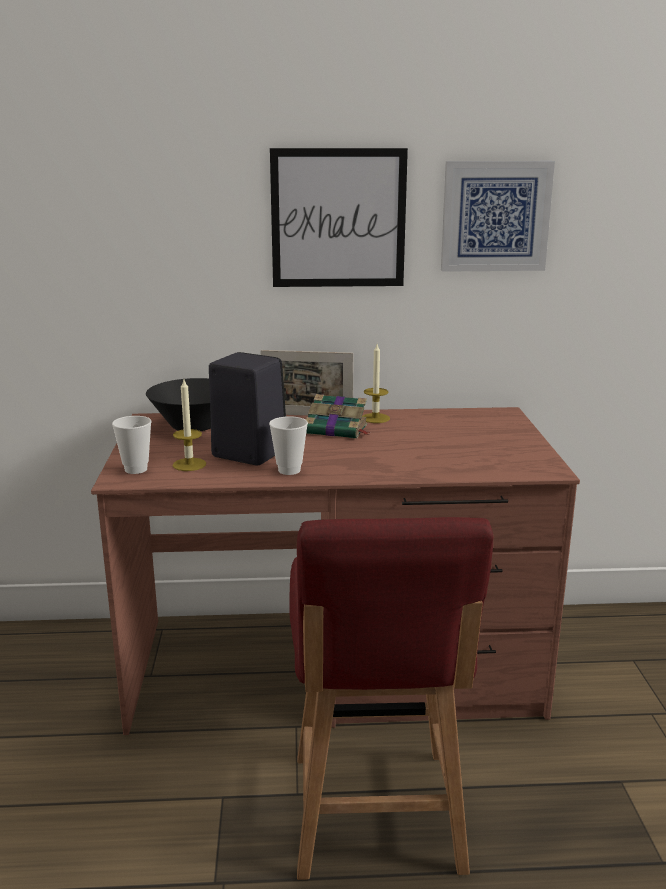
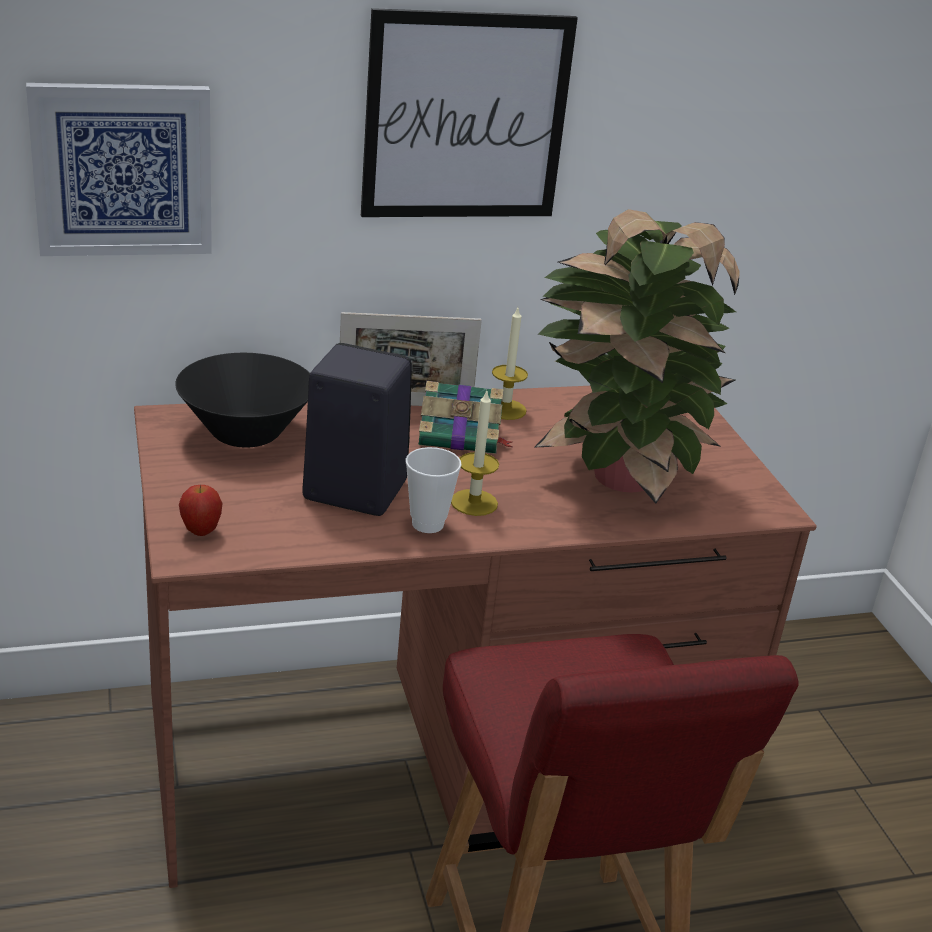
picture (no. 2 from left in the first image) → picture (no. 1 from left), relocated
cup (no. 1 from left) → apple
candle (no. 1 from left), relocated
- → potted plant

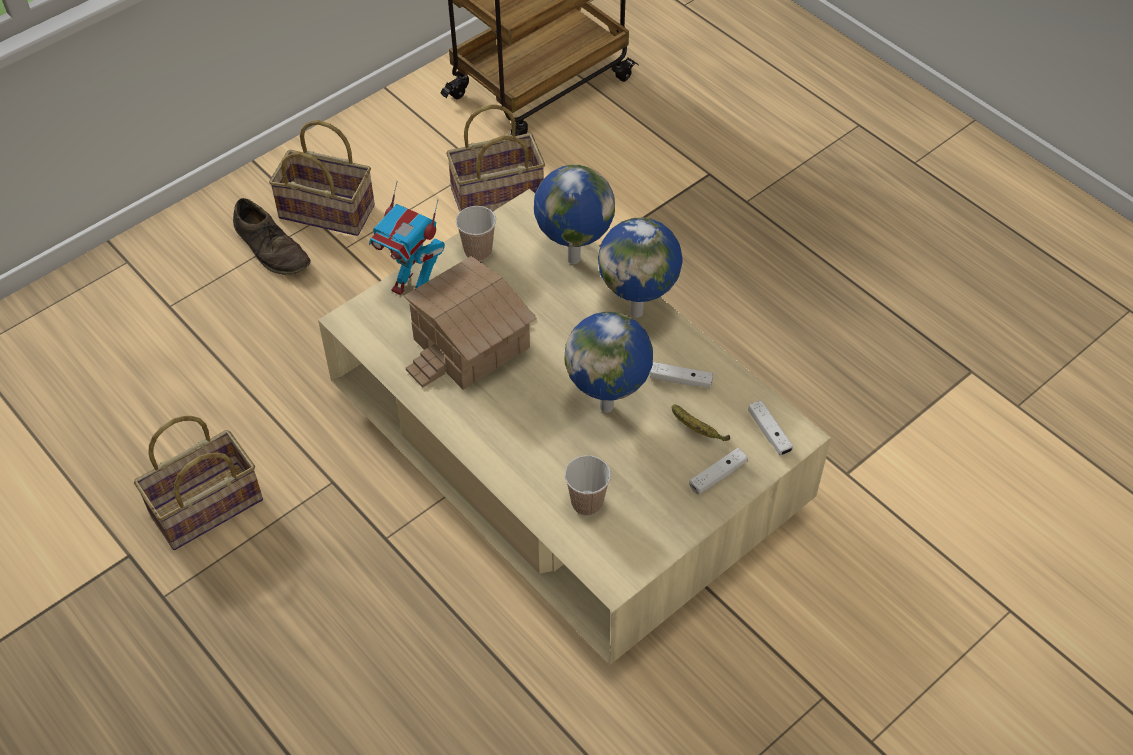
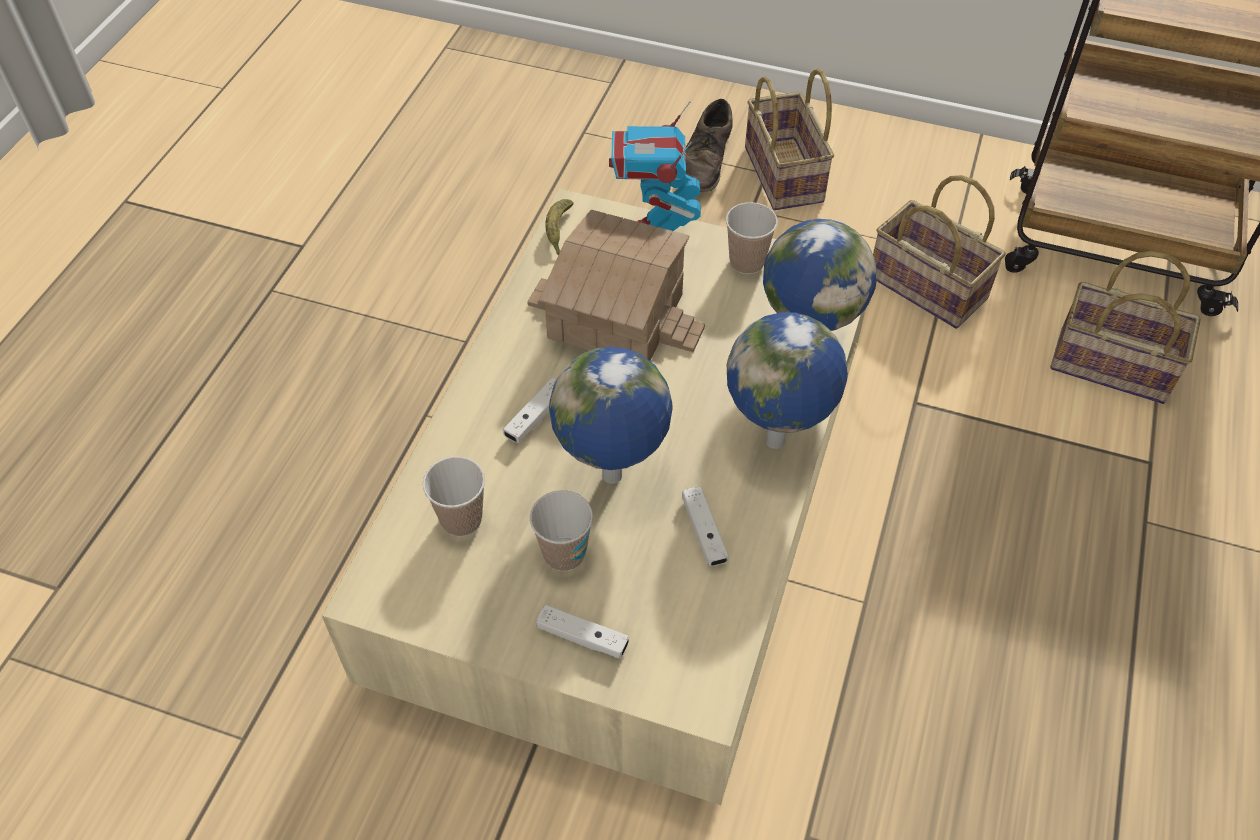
game controller (white) (no. 3 from left in the first image) → game controller (white) (no. 1 from left), relocated
- → cup (no. 2 from left)
banana, relocated
basket (no. 1 from left in the first image) → basket (no. 3 from left), relocated

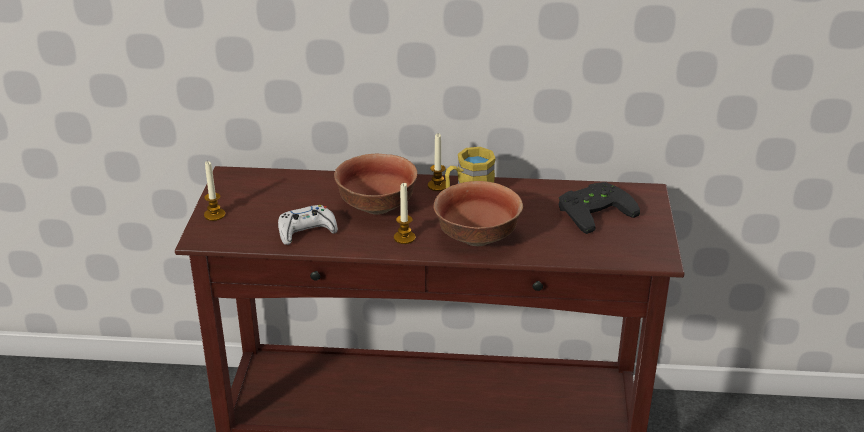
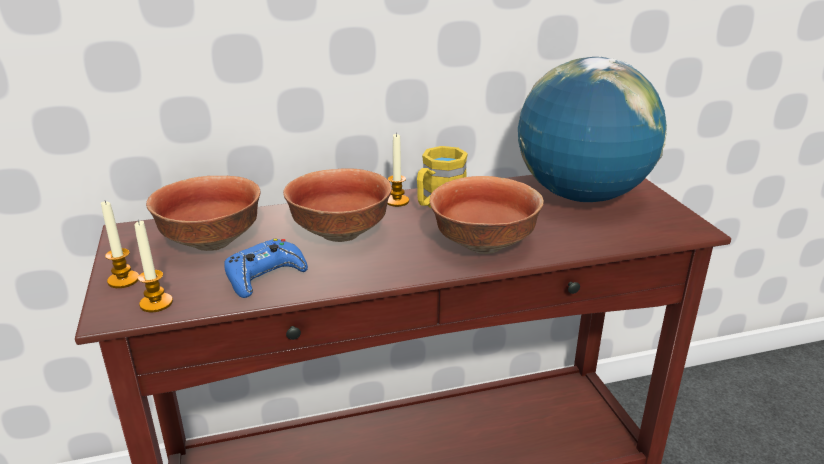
candle (no. 2 from left), relocated
- → bowl (no. 1 from left)
game controller (white) → game controller (blue)
game controller (black) → globe

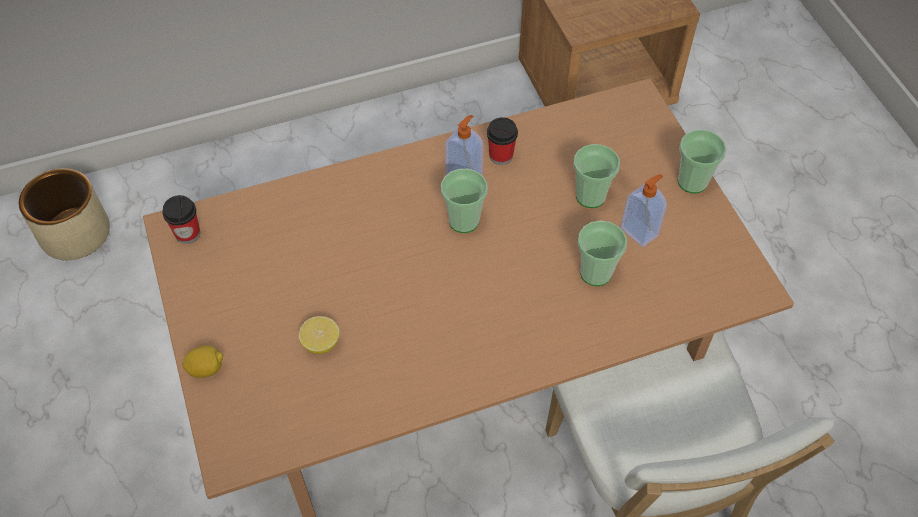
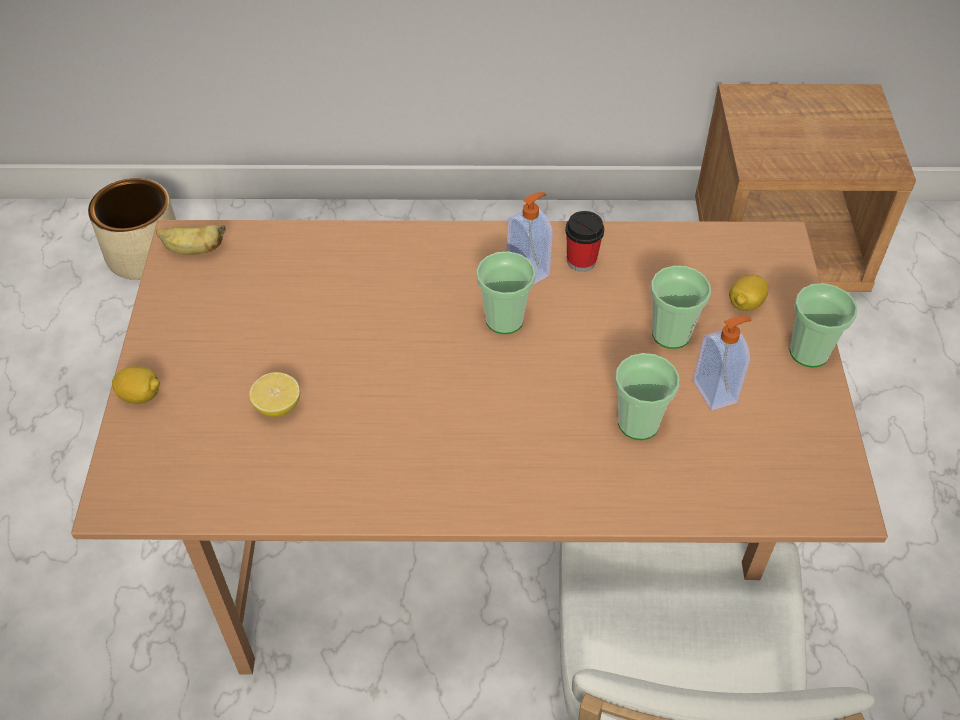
cup (no. 1 from left) → banana
- → lemon (no. 3 from left)

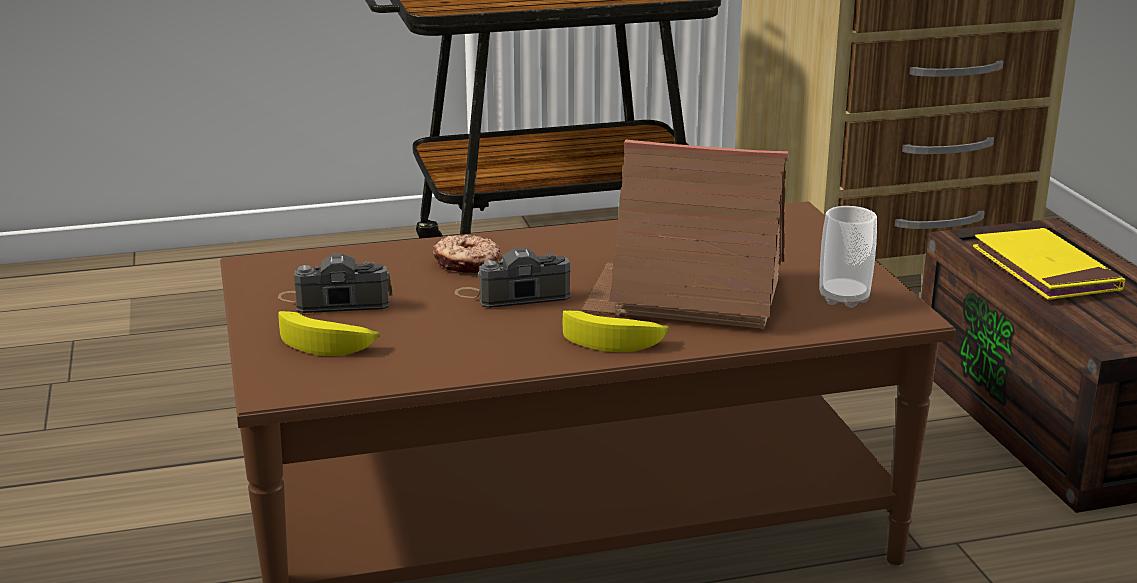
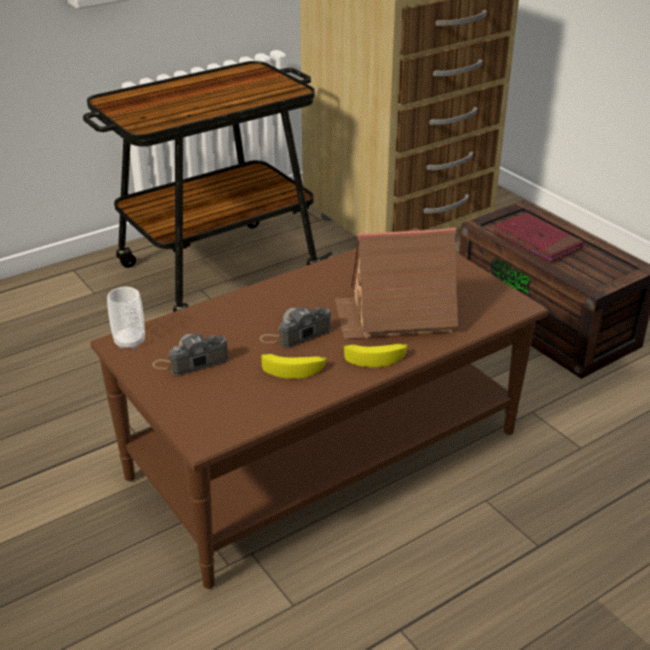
cup, relocated
banana (no. 1 from left), relocated
book (yellow) → book (red)
donut → -

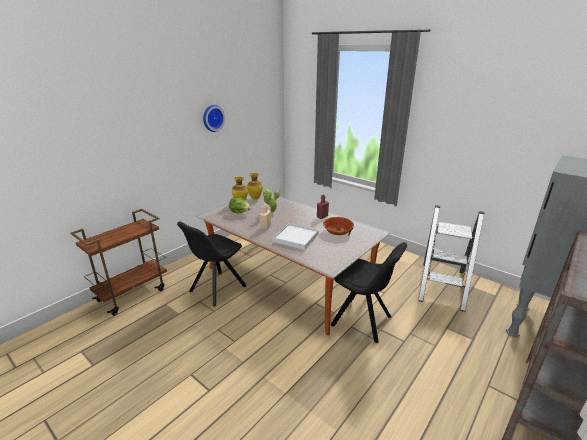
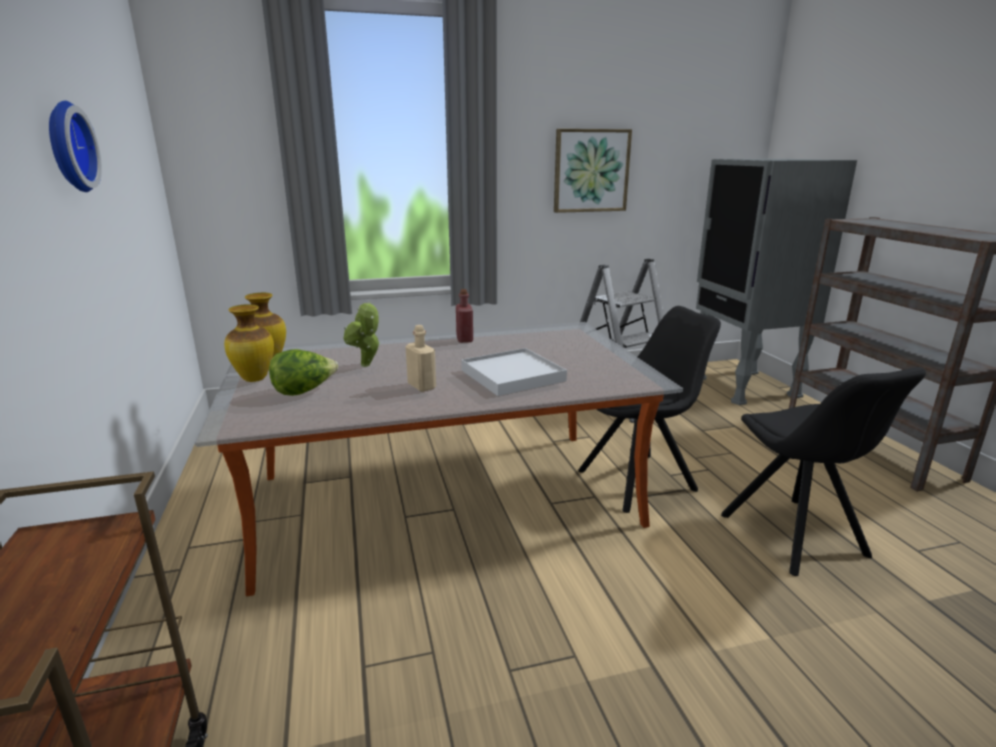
- → picture
chair (black) (no. 1 from left in the first image) → chair (black) (no. 2 from left), relocated
bowl → -

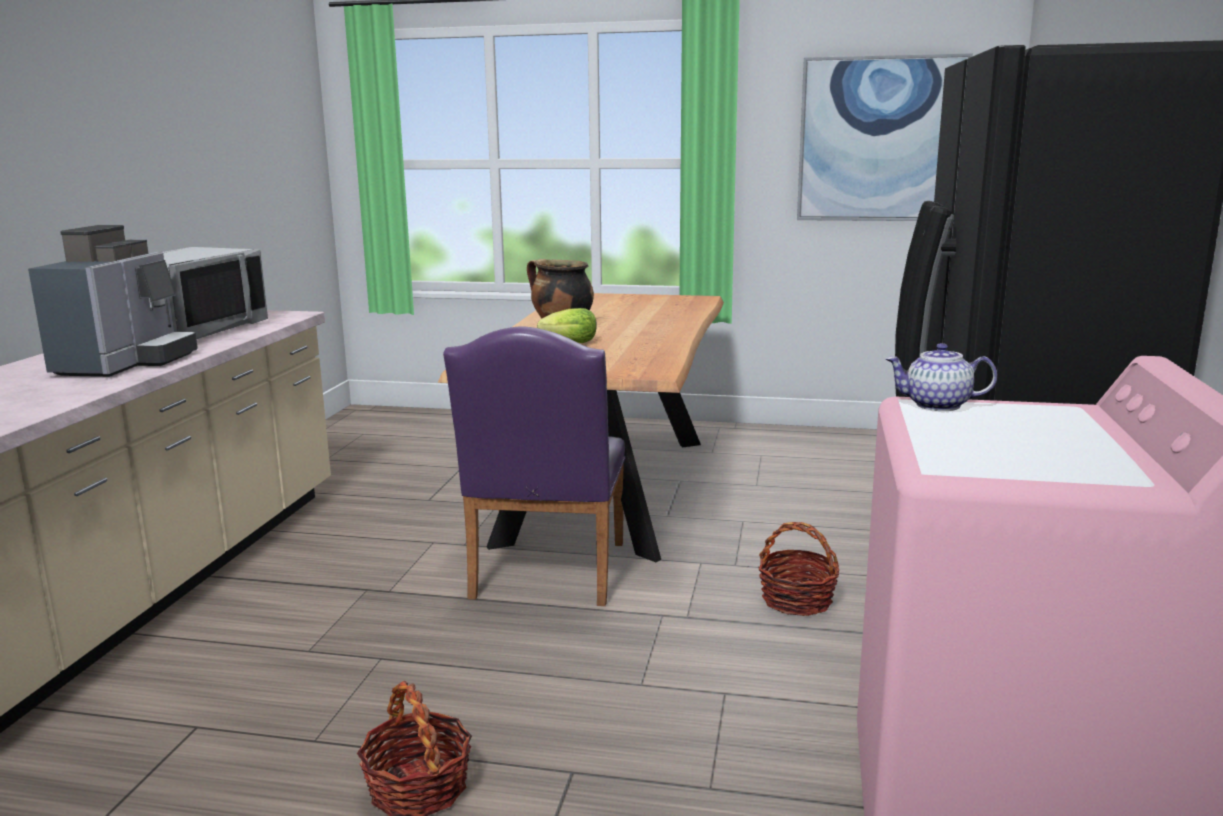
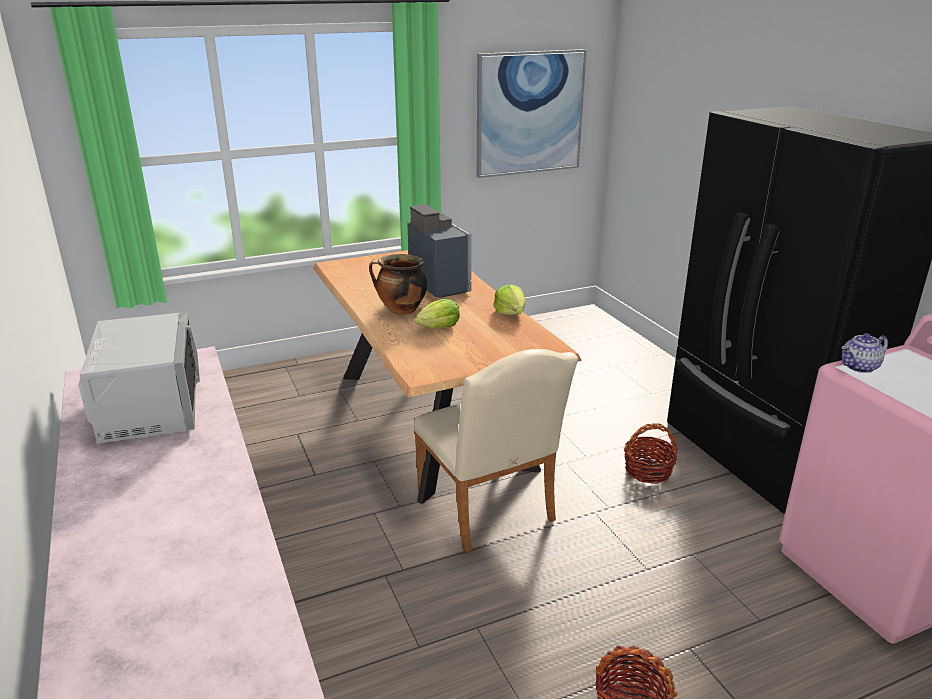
coffee machine, relocated
chair (purple) → chair (beige)
- → lettuce (no. 2 from left)

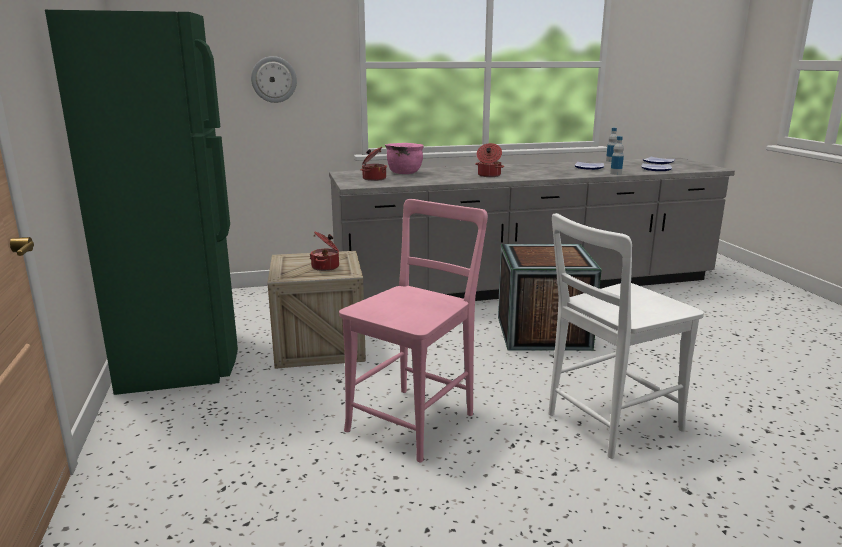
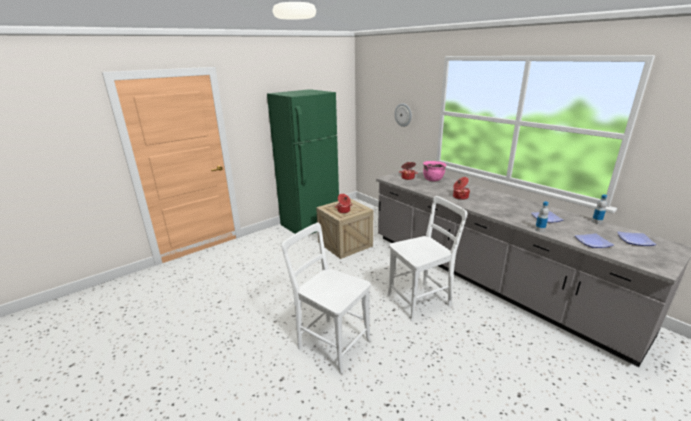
crate (no. 2 from left) → chair (white) (no. 2 from left)
chair (pink) → -

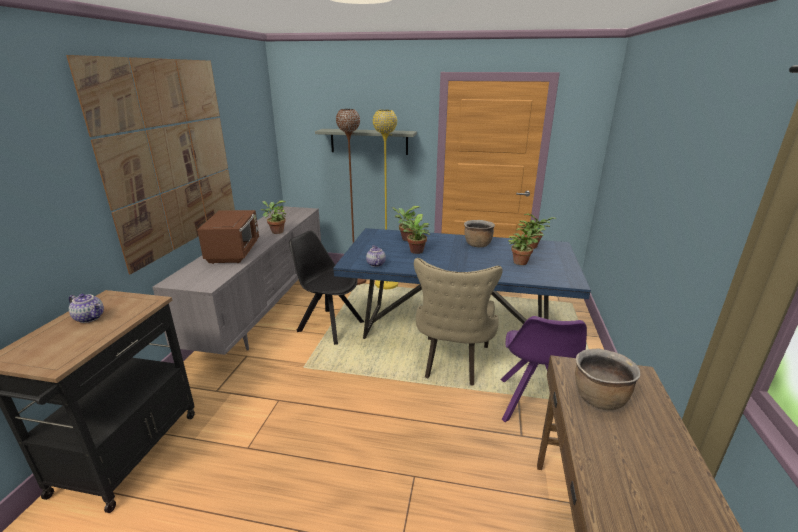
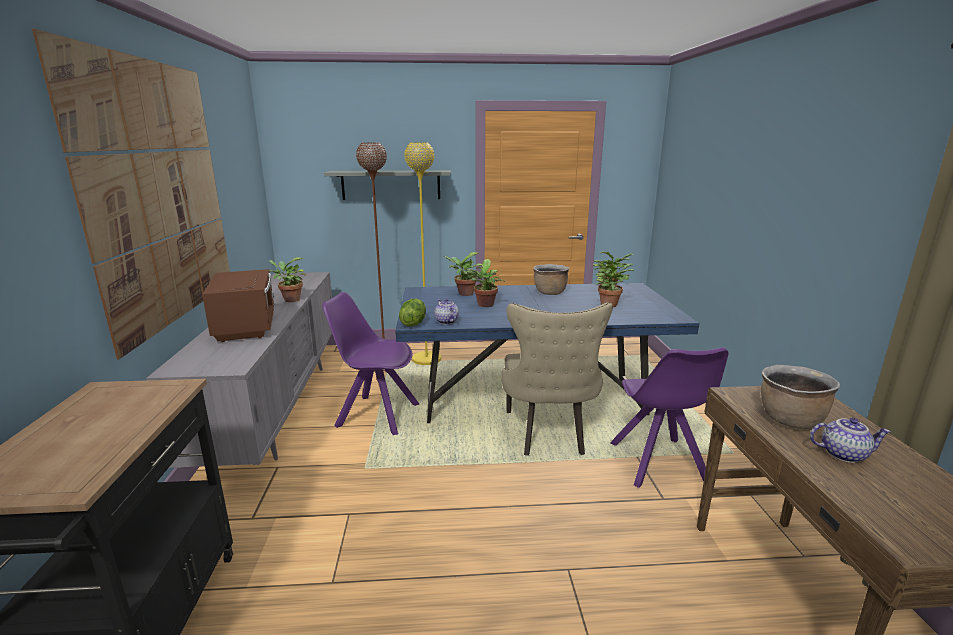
chair (black) → chair (purple) (no. 1 from left)
- → lettuce
teapot (no. 1 from left in the first image) → teapot (no. 2 from left), relocated

